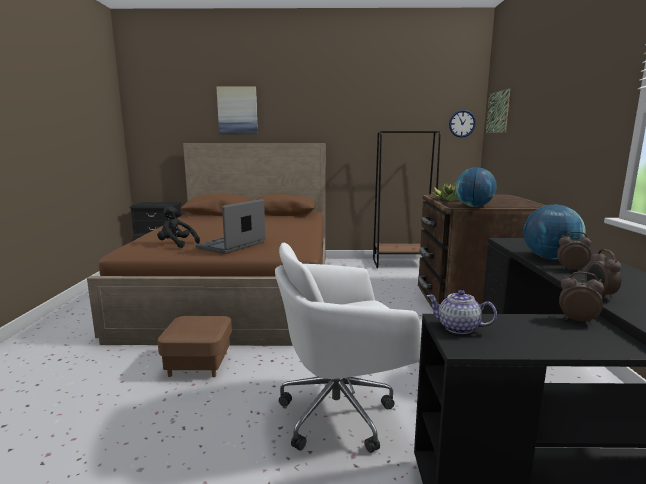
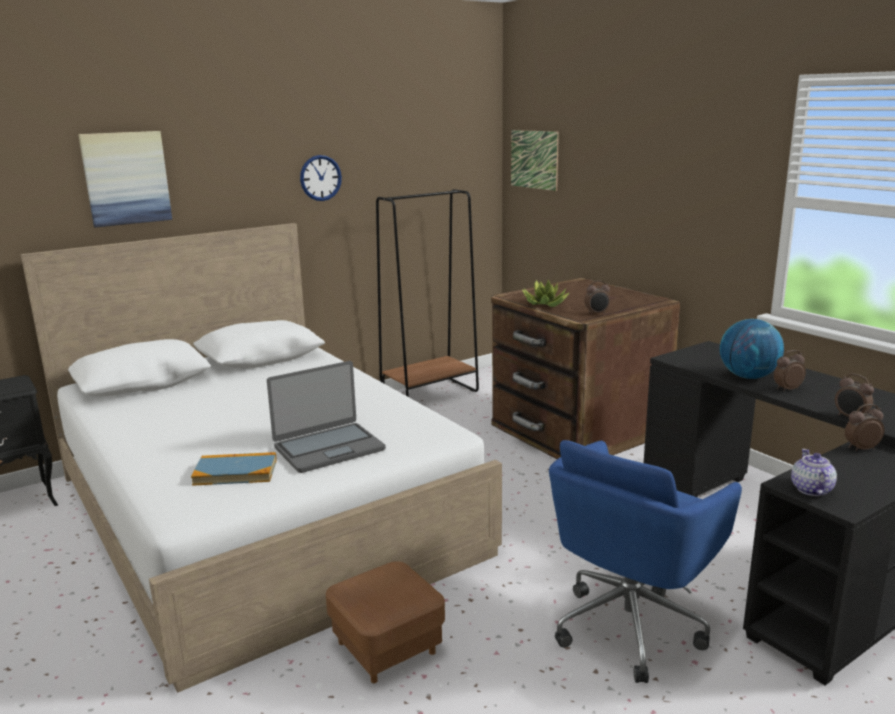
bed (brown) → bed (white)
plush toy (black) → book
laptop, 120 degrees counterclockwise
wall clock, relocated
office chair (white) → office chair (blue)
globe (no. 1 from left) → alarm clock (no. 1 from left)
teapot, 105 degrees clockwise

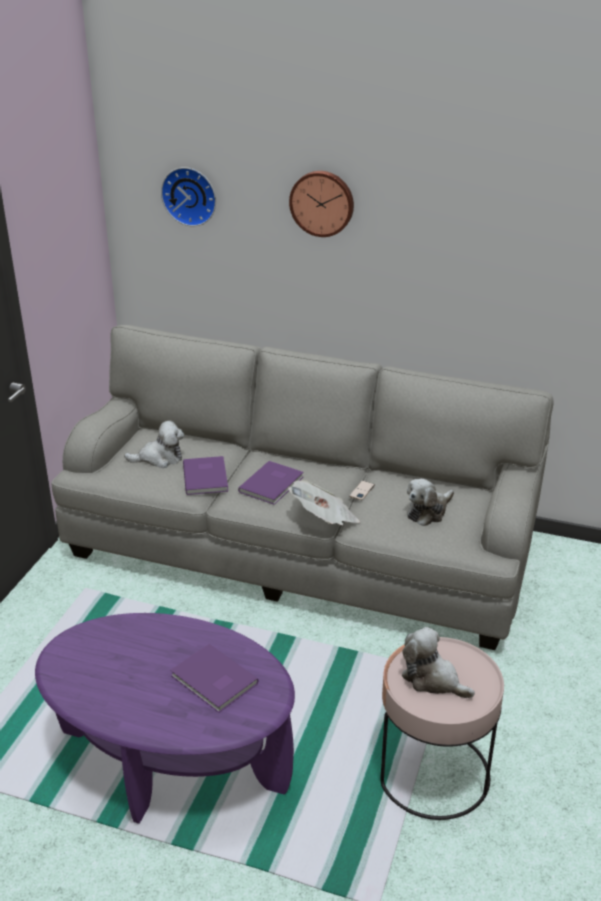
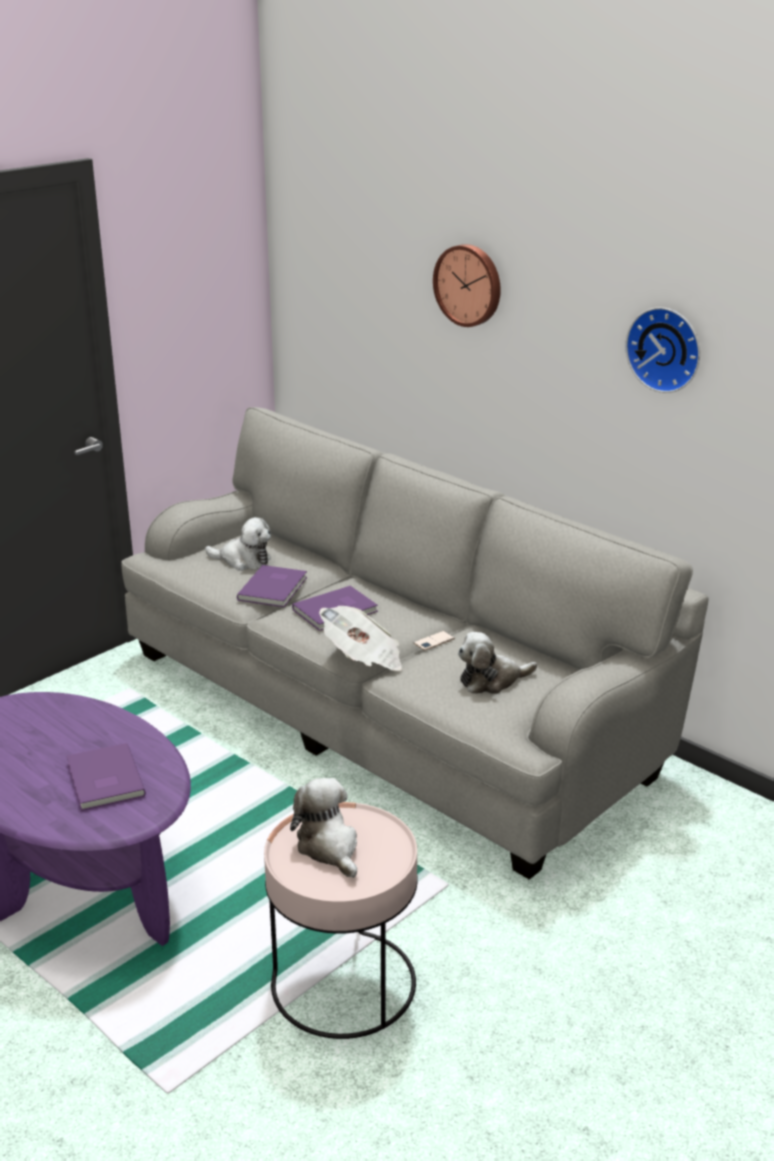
wall clock (no. 1 from left in the first image) → wall clock (no. 2 from left), relocated

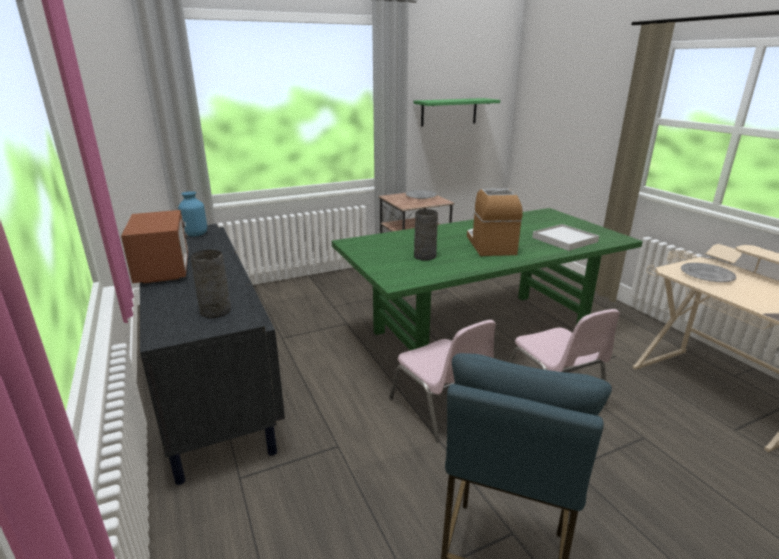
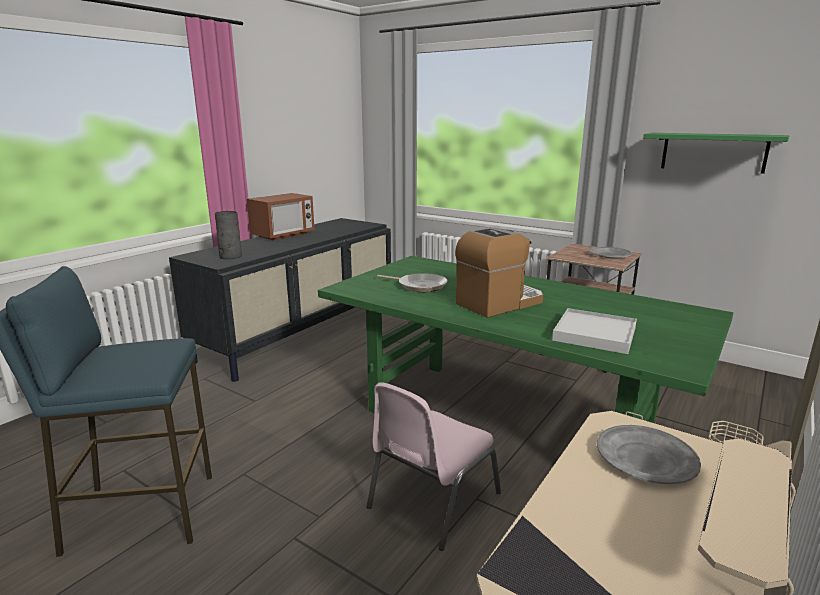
vase (grey) (no. 2 from left) → frying pan
vase (blue) → -
chair (pink) (no. 1 from left) → -

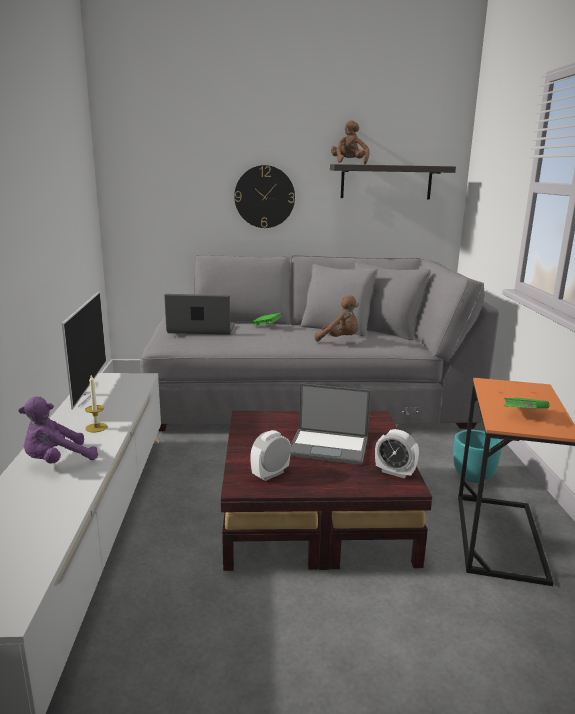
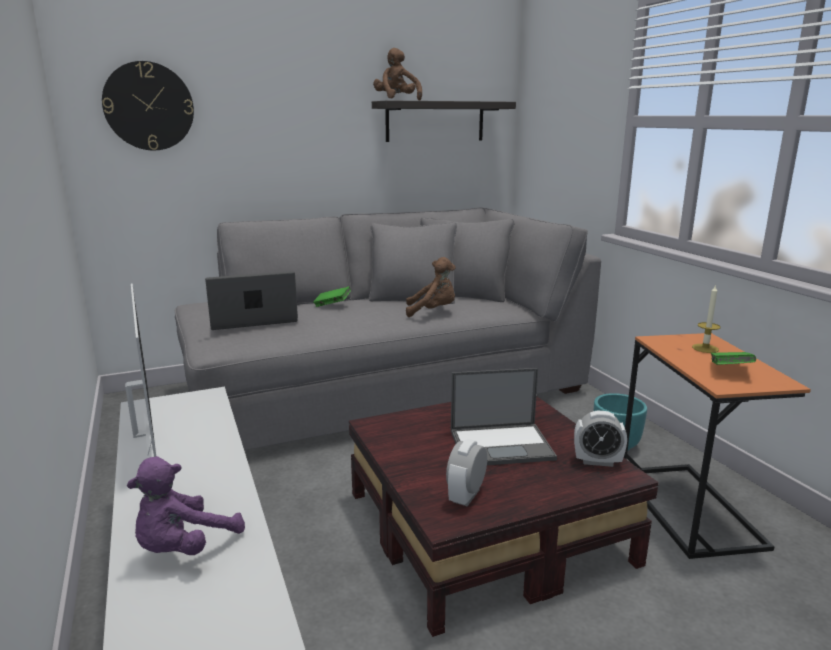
wall clock, relocated
candle, relocated

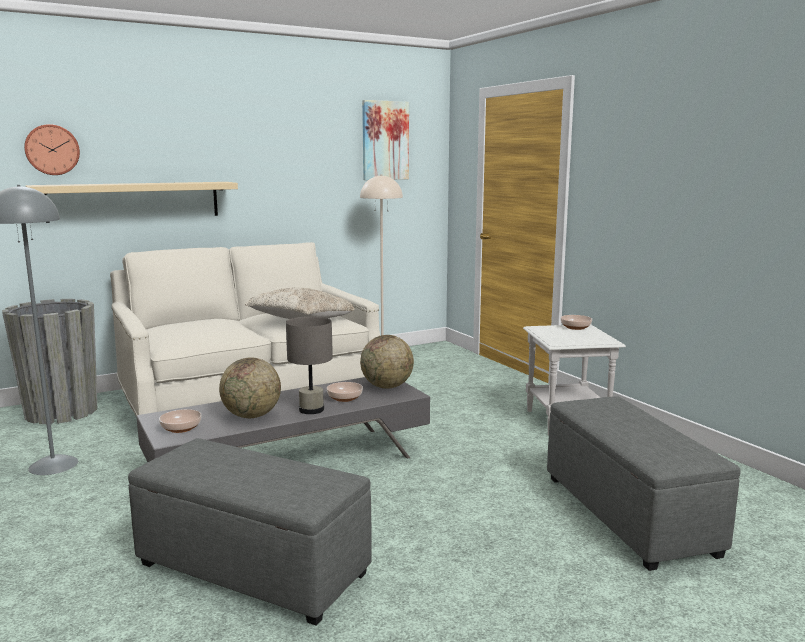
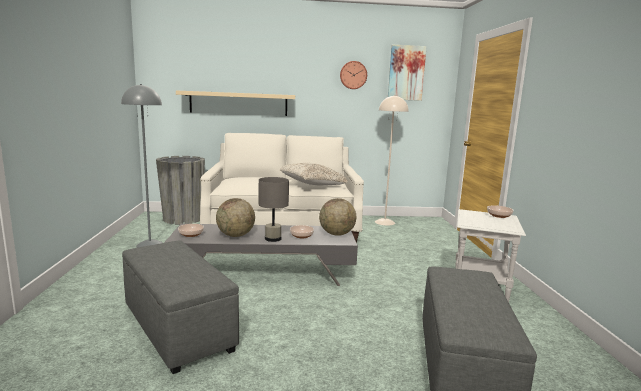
wall clock, relocated

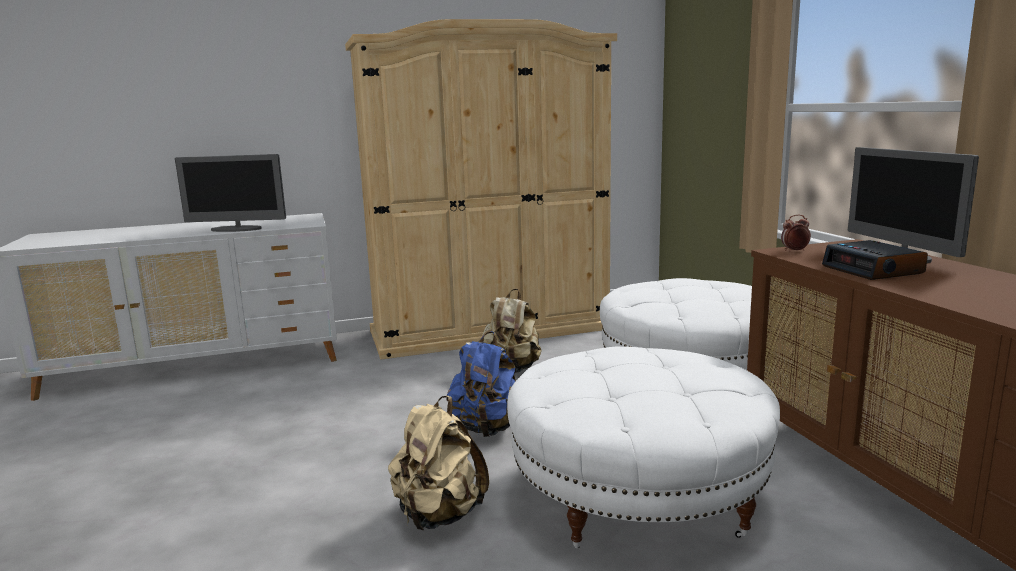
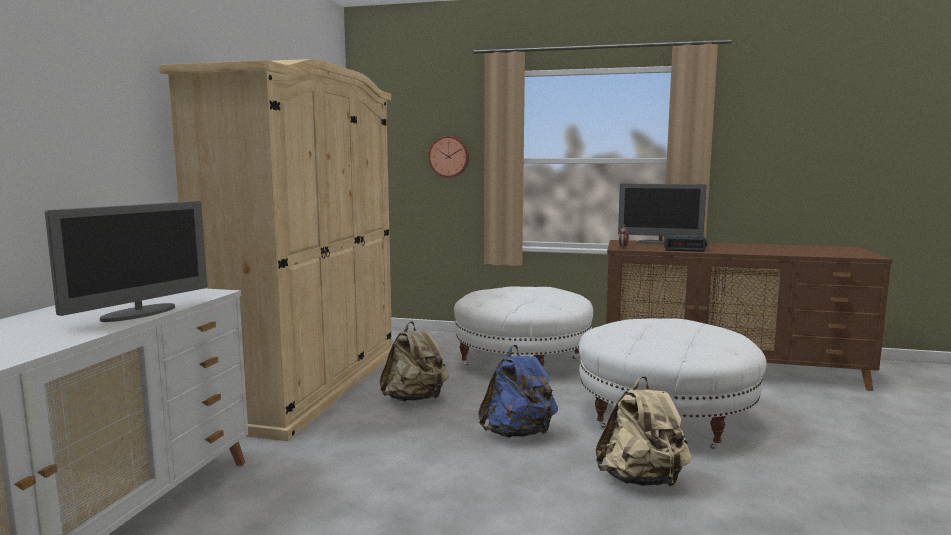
- → wall clock

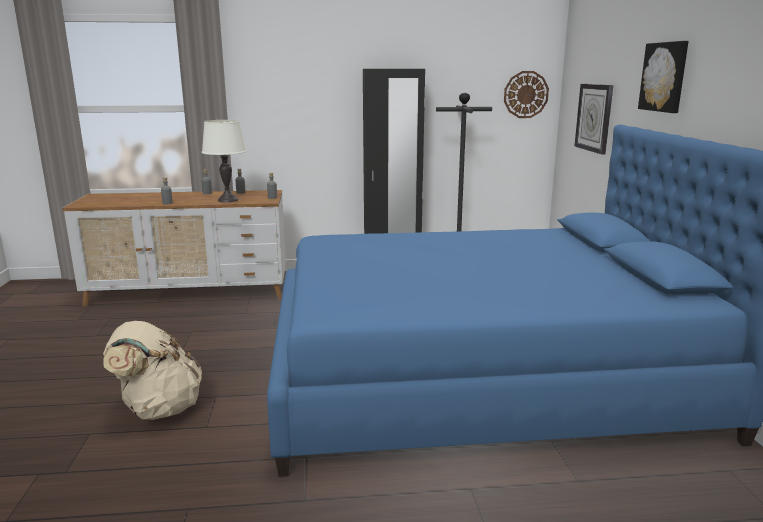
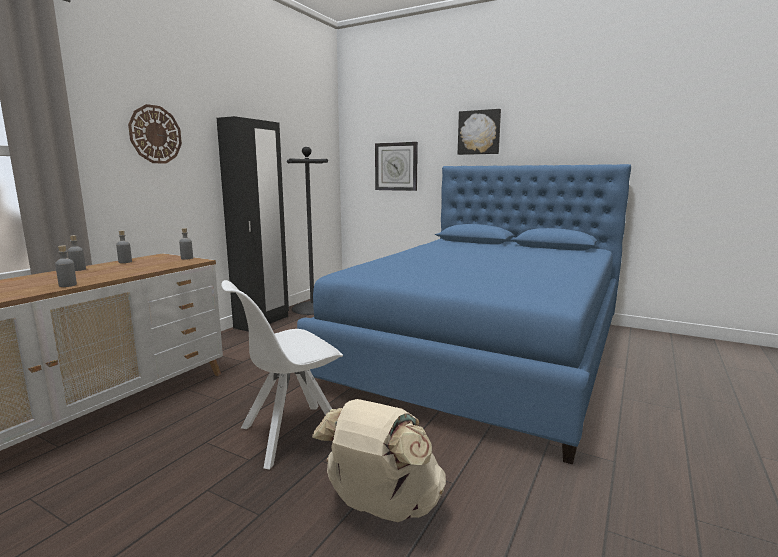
wall clock (no. 1 from left), relocated
- → chair (white)
table lamp (white) → -

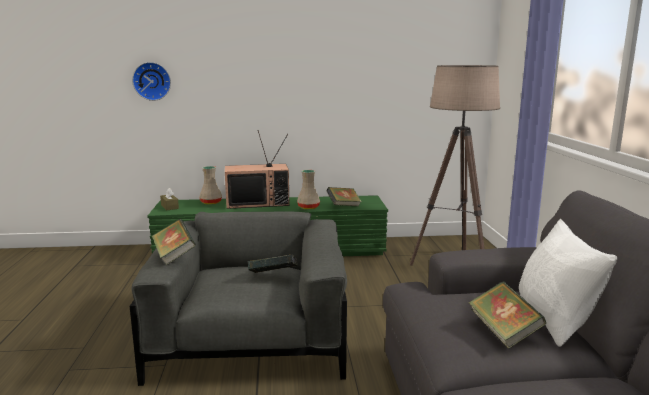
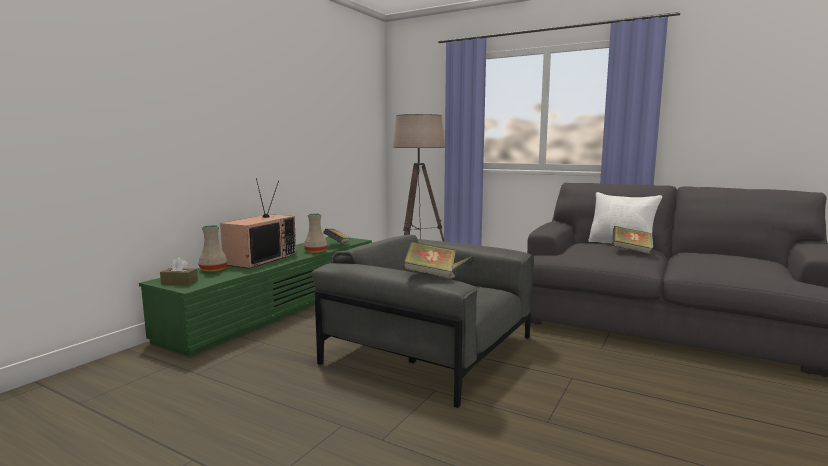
wall clock → -

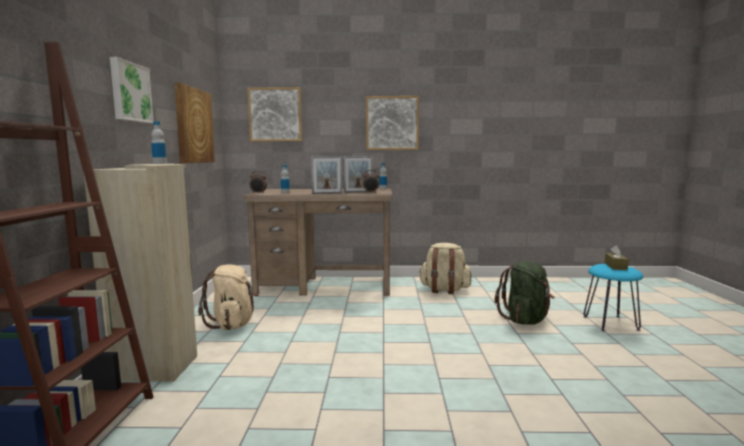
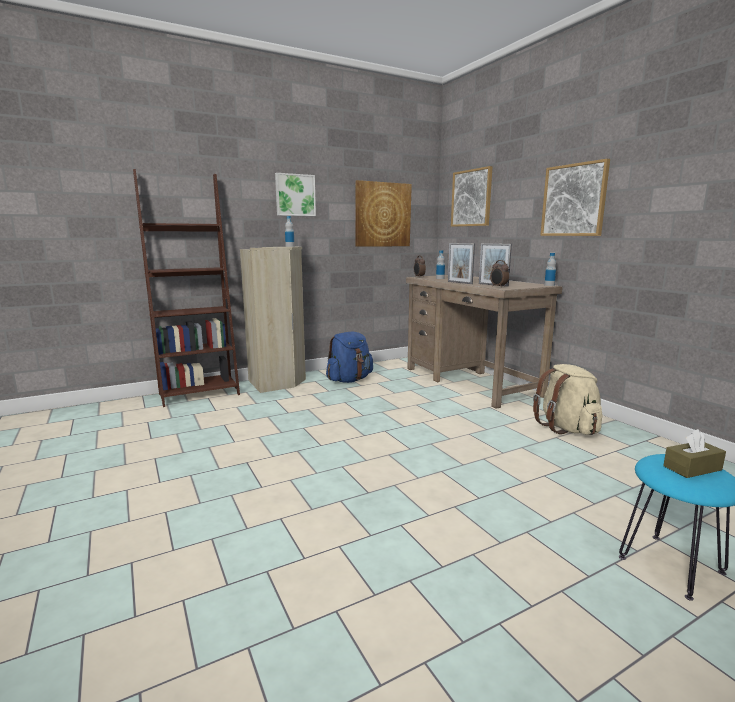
backpack (beige) (no. 1 from left) → backpack (blue)
backpack (green) → -

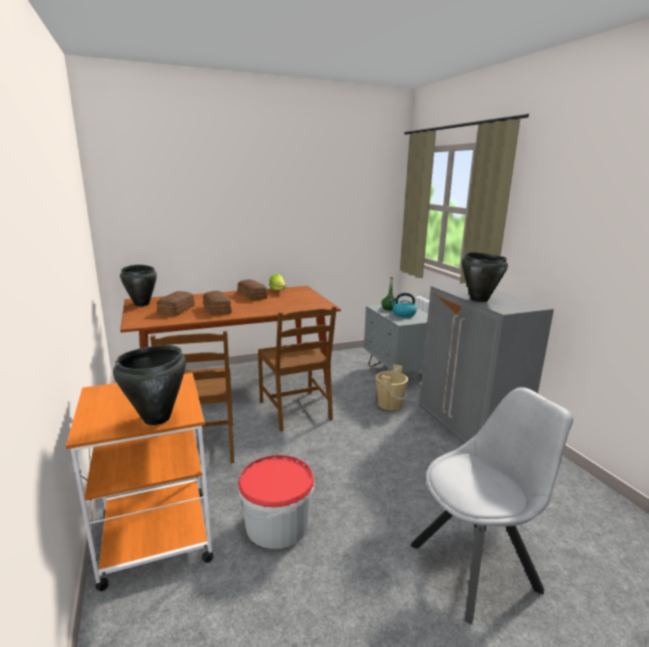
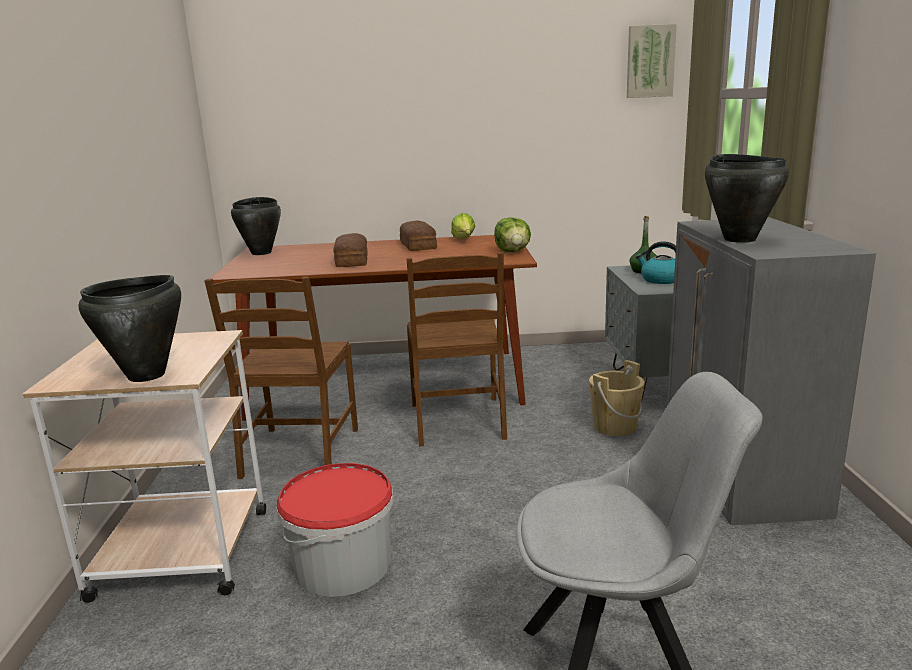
cart (orange) → cart (beige)
- → lettuce (no. 2 from left)
- → picture
bread (no. 1 from left) → -

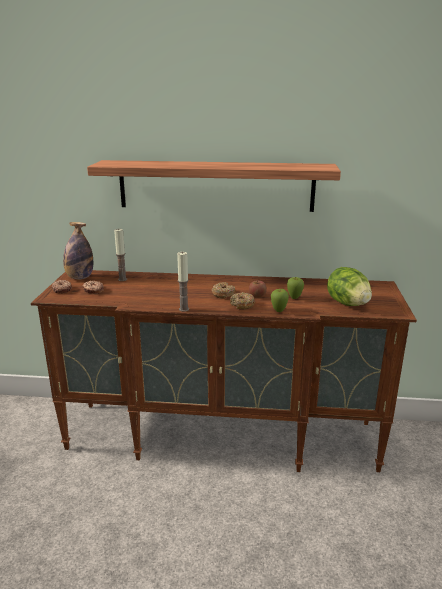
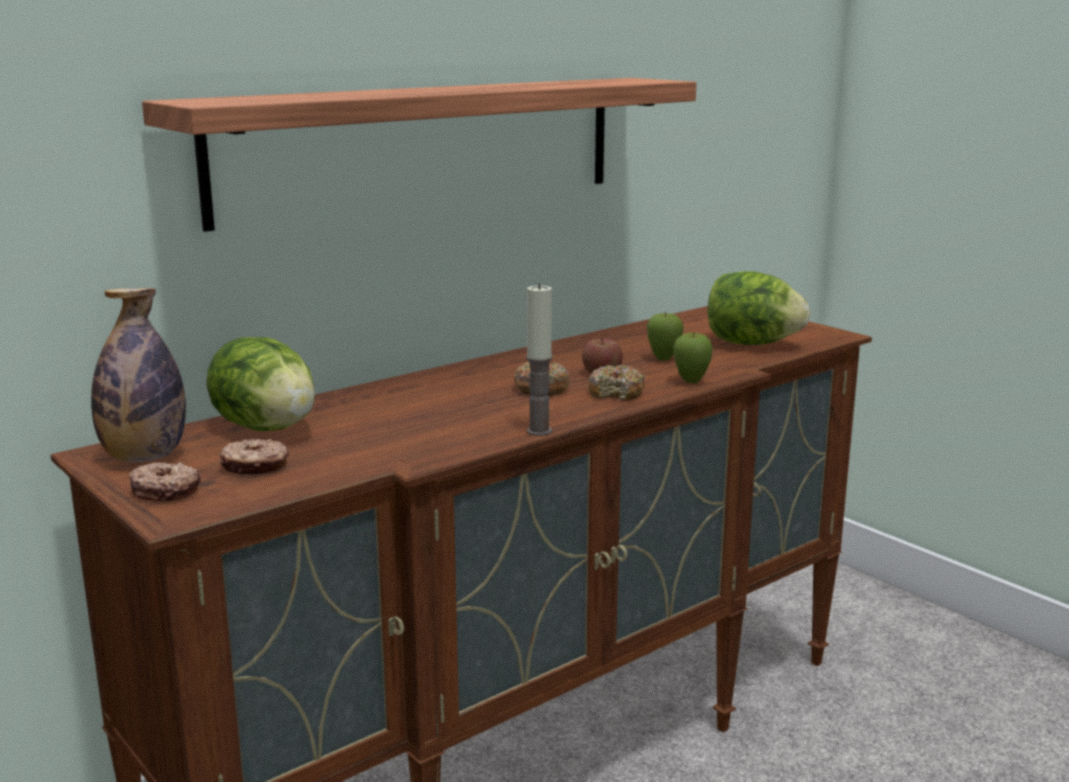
candle (no. 1 from left) → lettuce (no. 1 from left)

